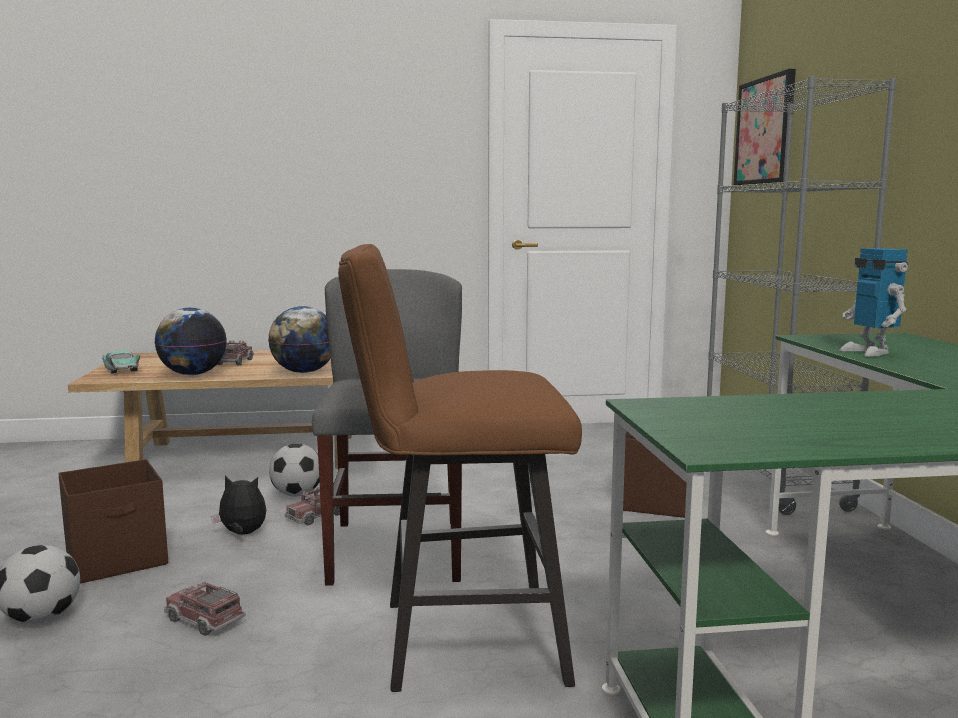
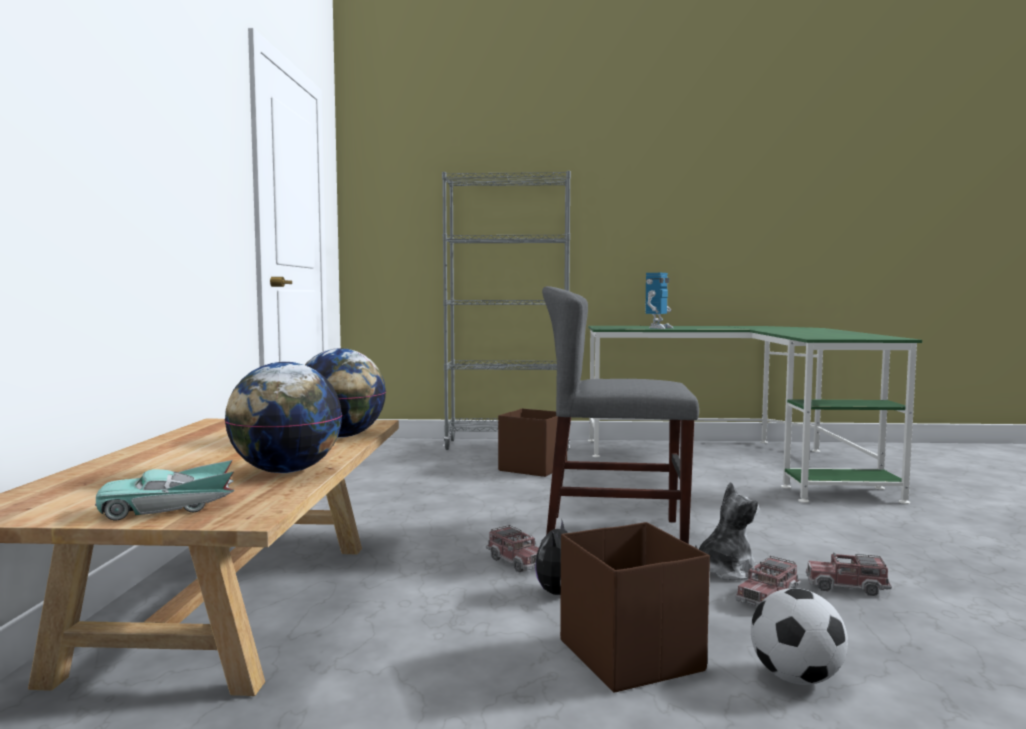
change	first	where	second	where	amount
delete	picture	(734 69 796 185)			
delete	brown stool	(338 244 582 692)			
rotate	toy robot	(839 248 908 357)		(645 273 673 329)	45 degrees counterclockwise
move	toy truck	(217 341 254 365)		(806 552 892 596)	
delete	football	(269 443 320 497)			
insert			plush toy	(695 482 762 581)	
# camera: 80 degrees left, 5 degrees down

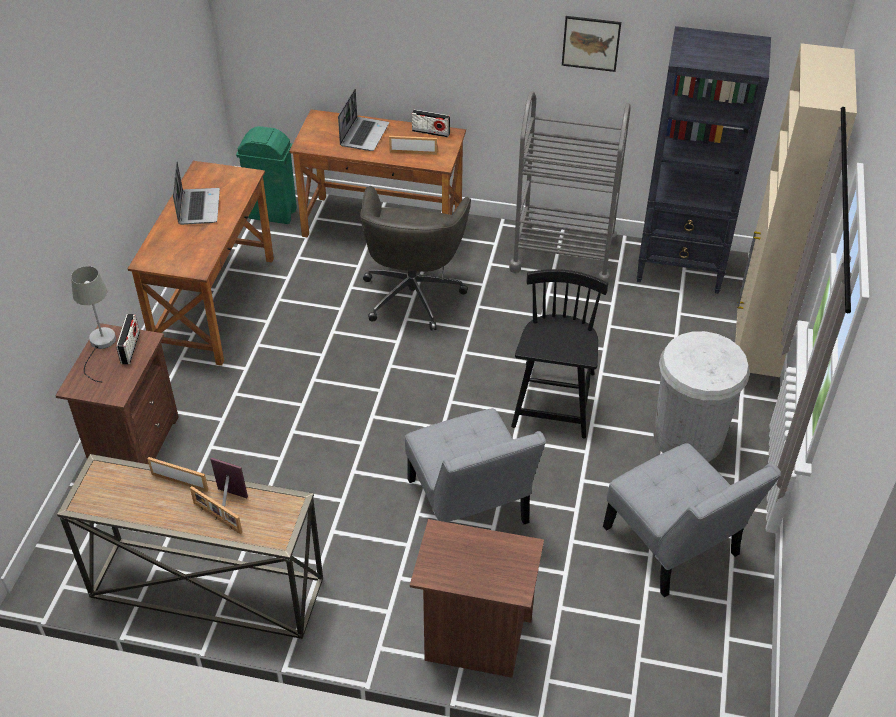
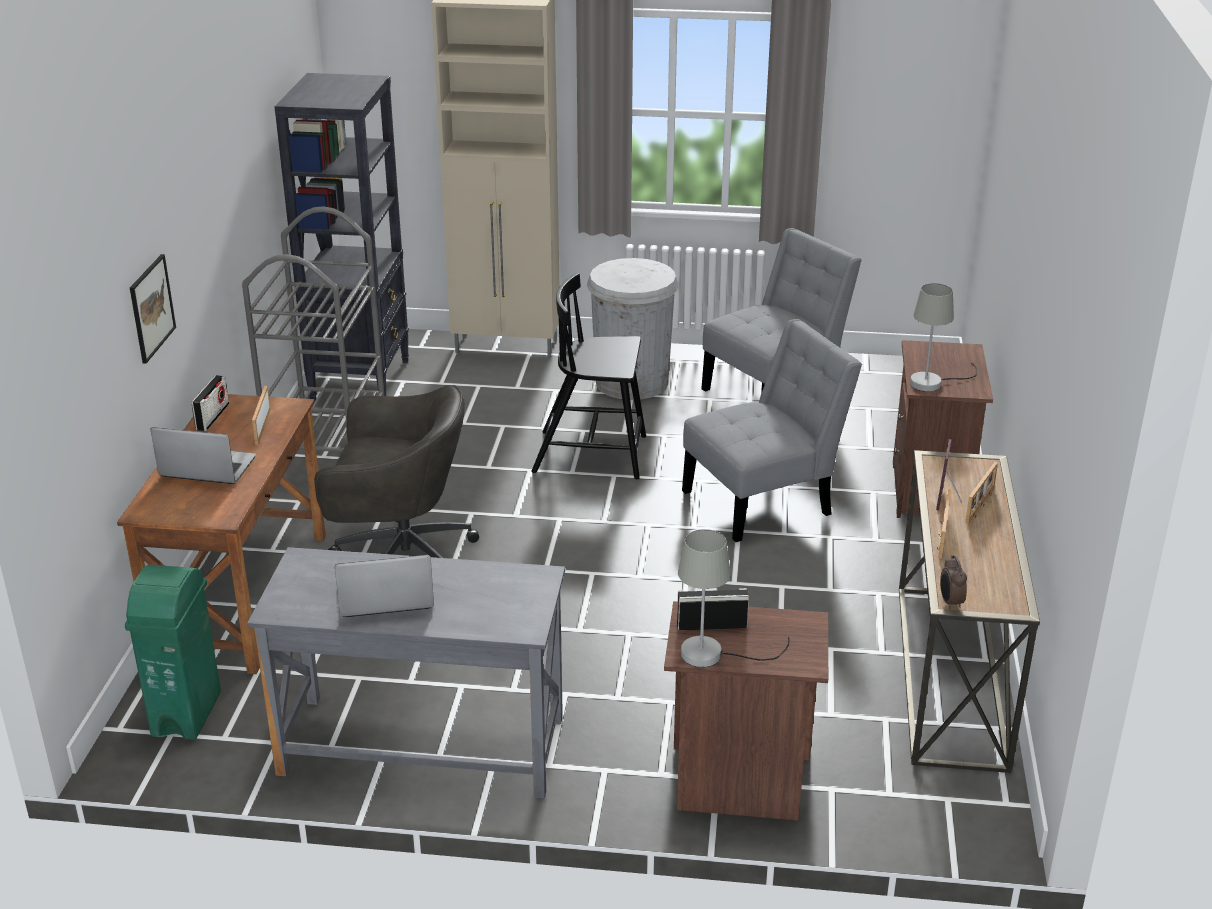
change	first	where	second	where	amount
move	picture	(562 16 621 72)		(130 254 176 364)	
recolor	brown desk	(128 161 274 366)	grey desk	(247 547 565 799)	
insert			grey table lamp	(910 283 977 392)	
insert			alarm clock	(940 555 967 610)	
# camera: 95 degrees left, 15 degrees down

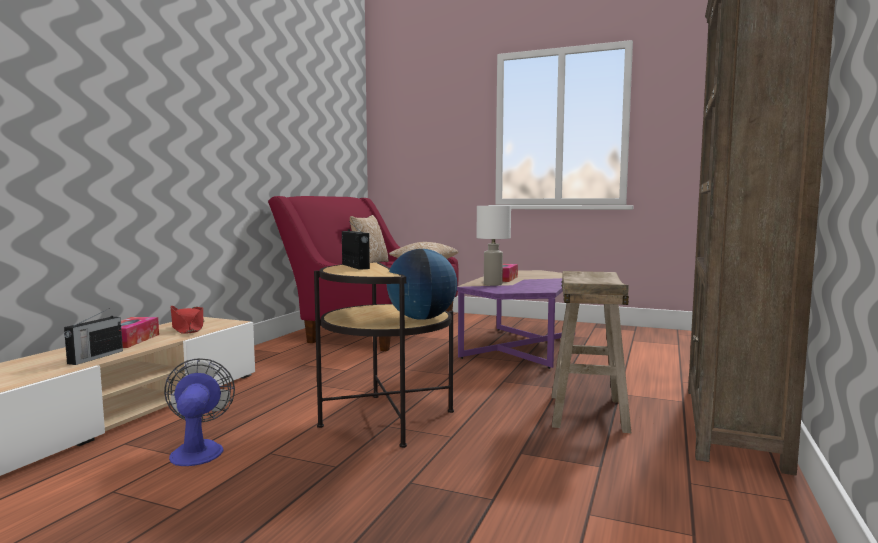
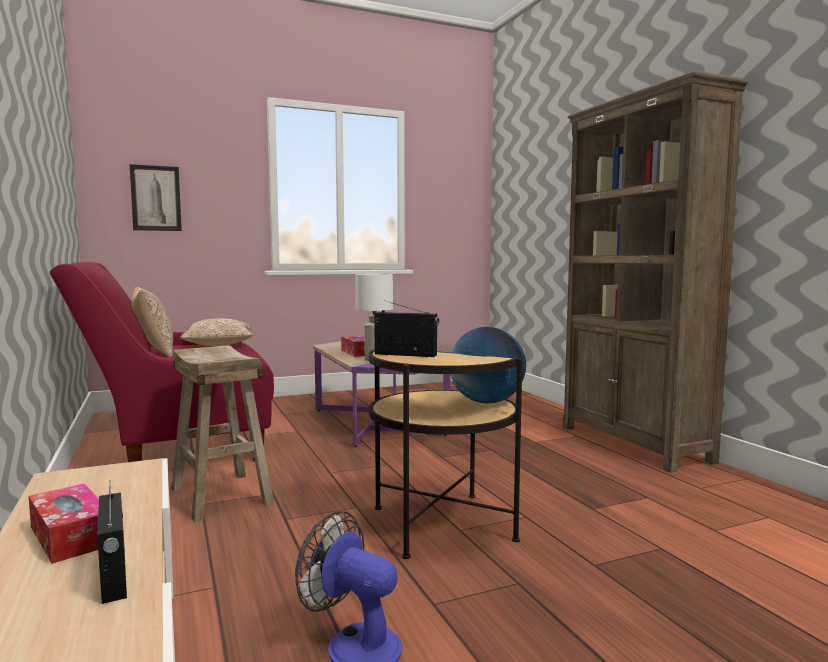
change	first	where	second	where	amount
move	beige stool	(552 271 631 433)		(171 345 274 522)	
delete	red hat	(170 306 204 334)			
insert			picture	(130 164 182 231)	
# camera: 45 degrees left, 0 degrees up

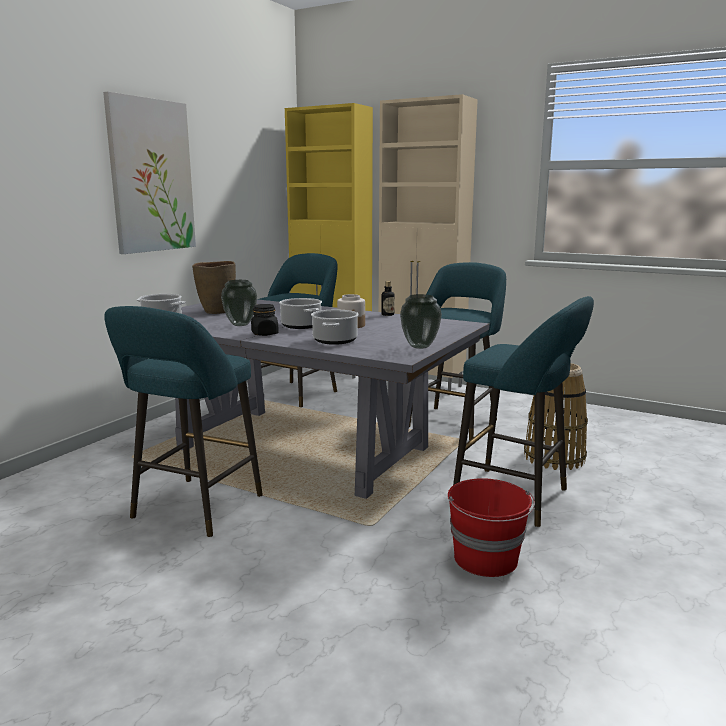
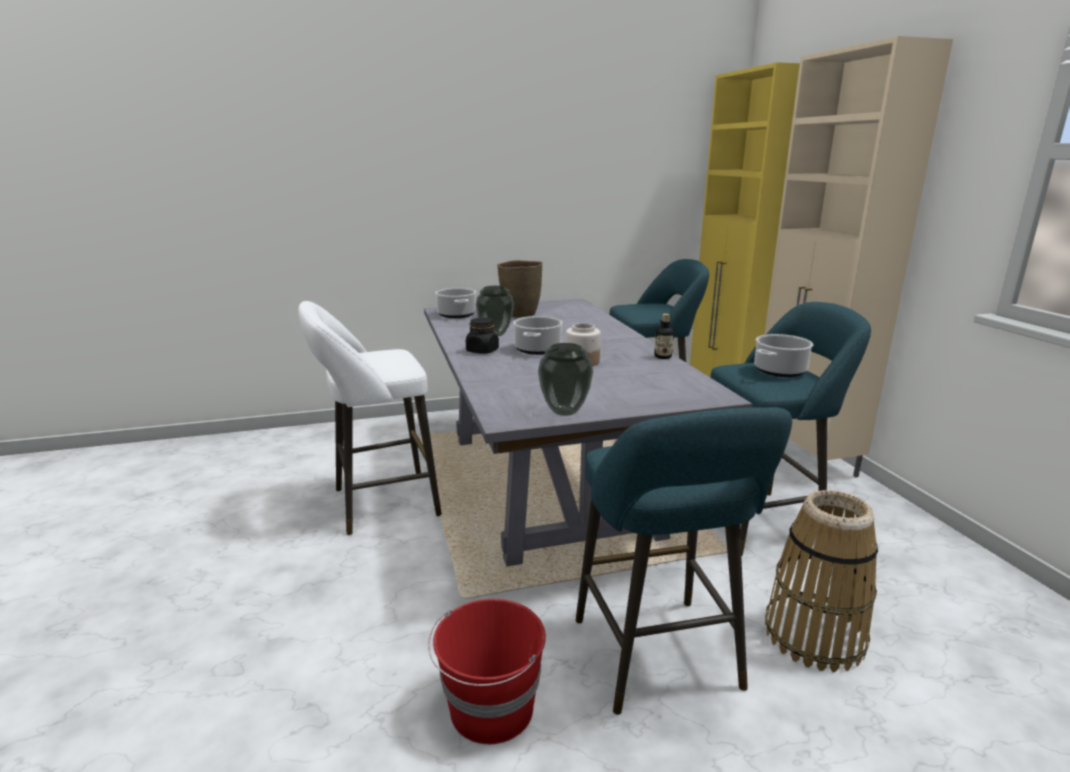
change	first	where	second	where	amount
delete	picture	(103 92 196 254)			
recolor	turquoise stool	(104 306 263 537)	white stool	(298 301 442 535)	
move	cooking pot	(311 310 359 345)		(754 334 813 377)	
# camera: 45 degrees right, 5 degrees up

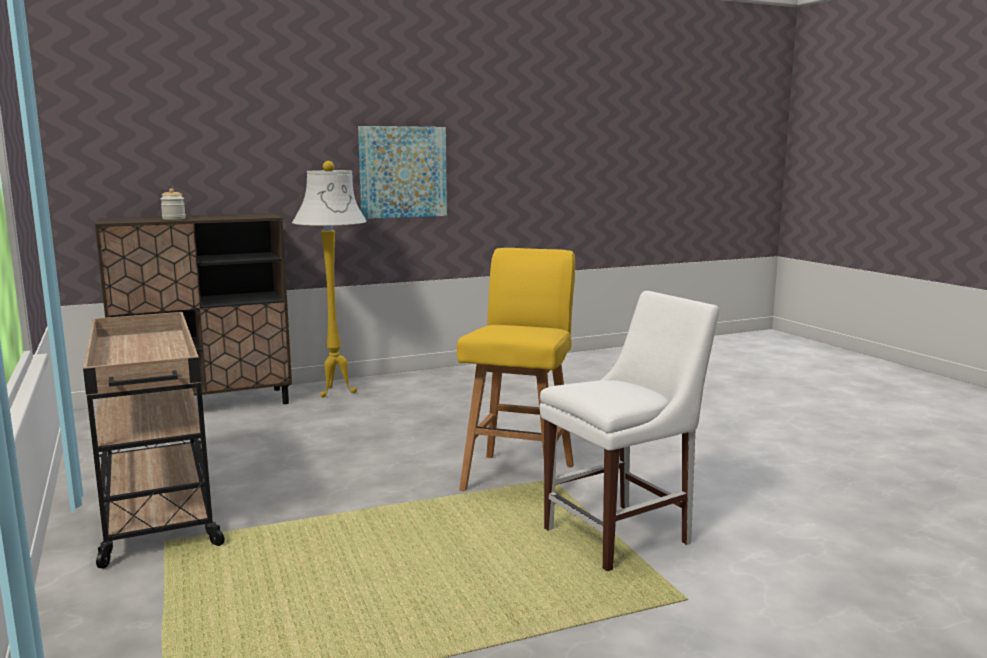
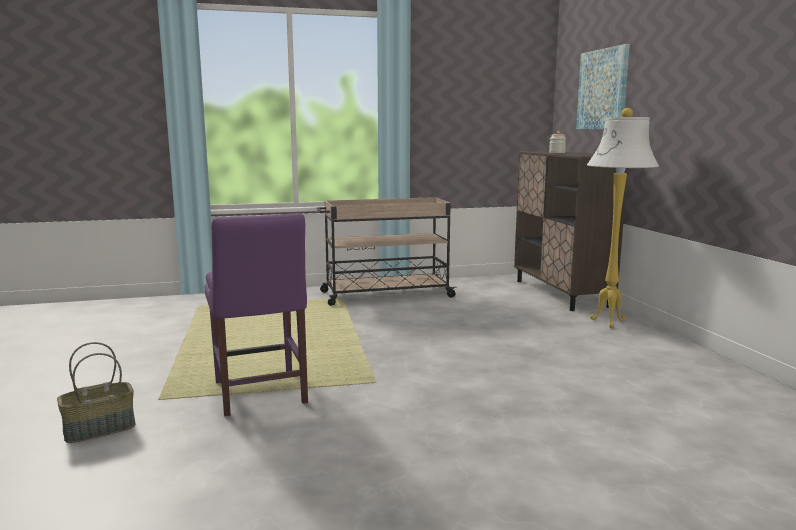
change	first	where	second	where	amount
move	picture	(358 126 447 219)		(576 44 630 129)	
delete	yellow stool	(457 248 575 491)			
recolor	white chair	(540 291 719 571)	purple chair	(205 213 308 416)	
insert			basket	(57 342 135 443)	
# camera: 100 degrees right, 0 degrees up

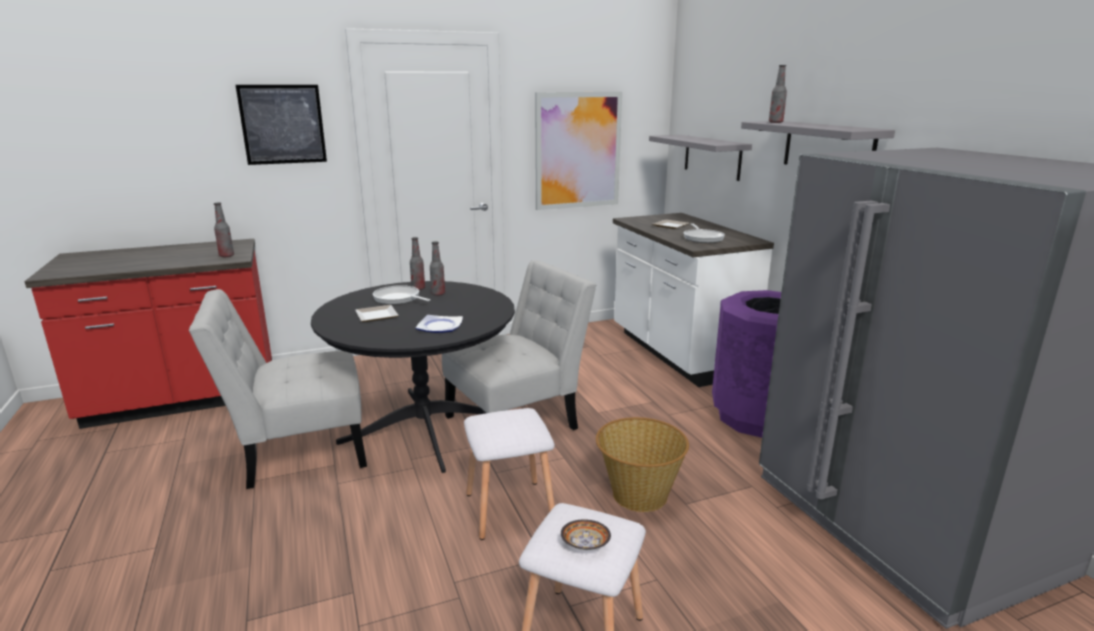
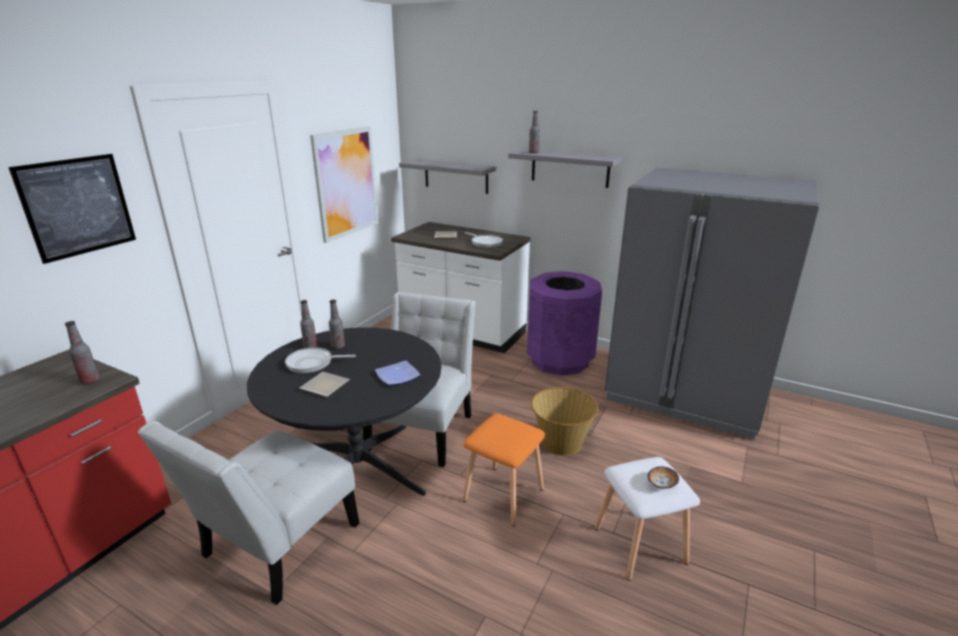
change	first	where	second	where	amount
recolor	white stool	(464 408 555 540)	orange stool	(462 414 545 526)	
# camera: 40 degrees left, 5 degrees up

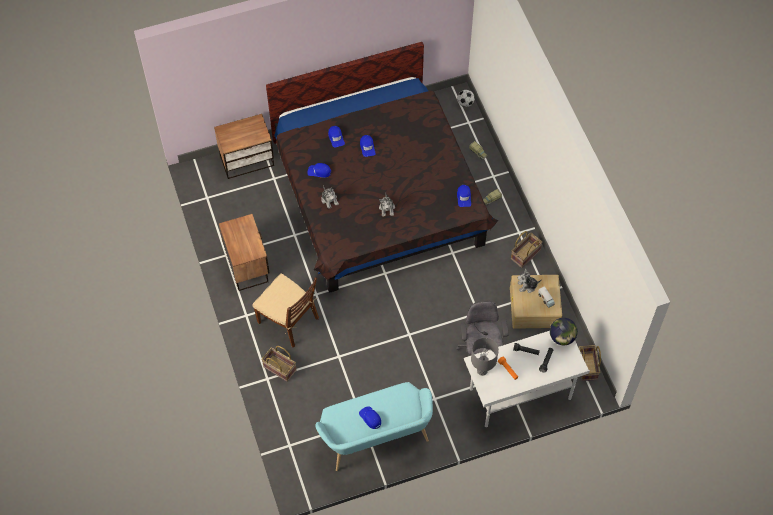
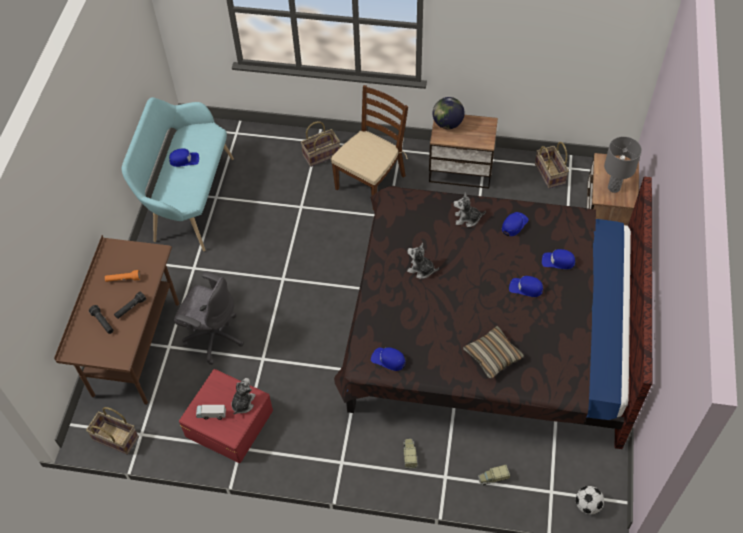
change	first	where	second	where	amount
move	basket	(511 231 543 268)		(535 142 569 189)	
rotate	brown chair	(252 273 319 347)		(331 85 408 210)	150 degrees clockwise
recolor	beige storage box	(510 275 562 329)	red storage box	(179 369 273 463)	
move	globe	(550 318 578 345)		(433 97 465 129)	
recolor	white desk	(464 331 590 428)	brown desk	(54 235 179 405)	
move	grey table lamp	(471 337 499 376)		(604 137 642 193)	
insert			pillow	(463 326 524 378)	
# camera: 120 degrees right, 5 degrees down

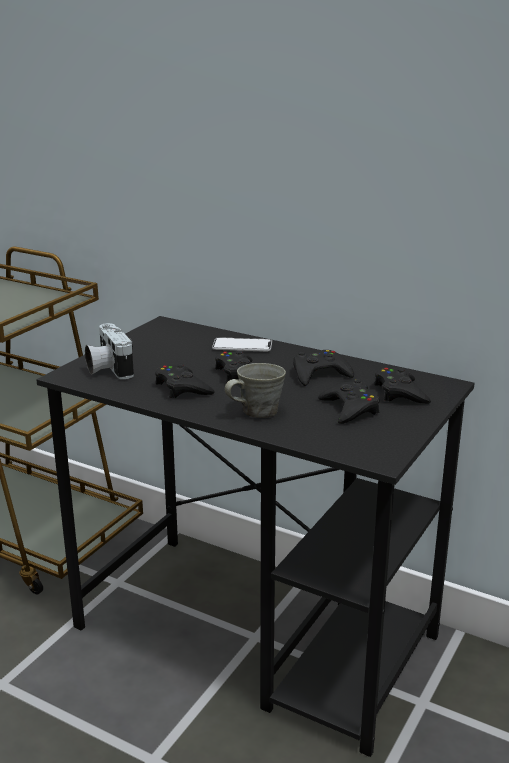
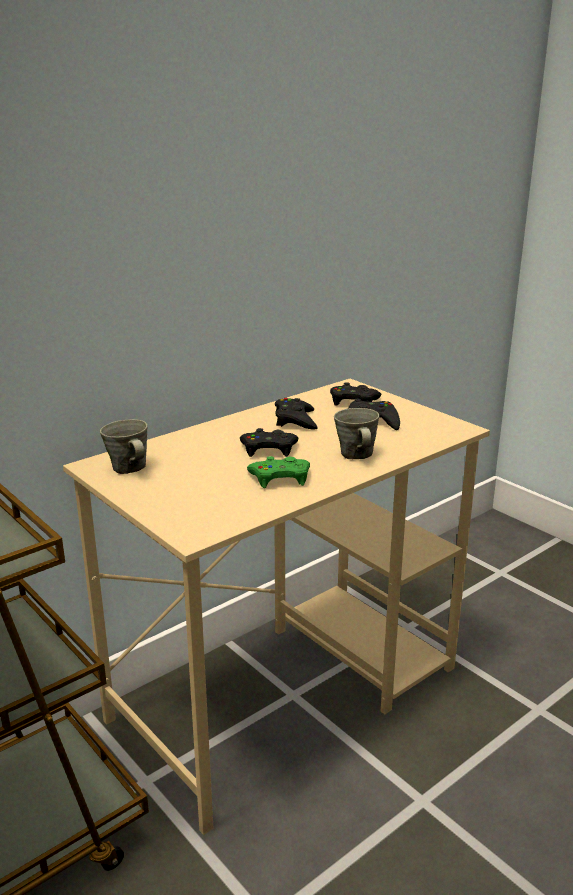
change	first	where	second	where	amount
recolor	black desk	(36 316 475 757)	beige desk	(63 379 490 835)	
delete	photo camera	(85 323 134 379)			
delete	phone	(212 337 272 352)			
recolor	black game controller	(155 364 215 398)	green game controller	(247 456 310 488)	
insert			grey mug	(100 419 148 474)	
# camera: 70 degrees left, 0 degrees up

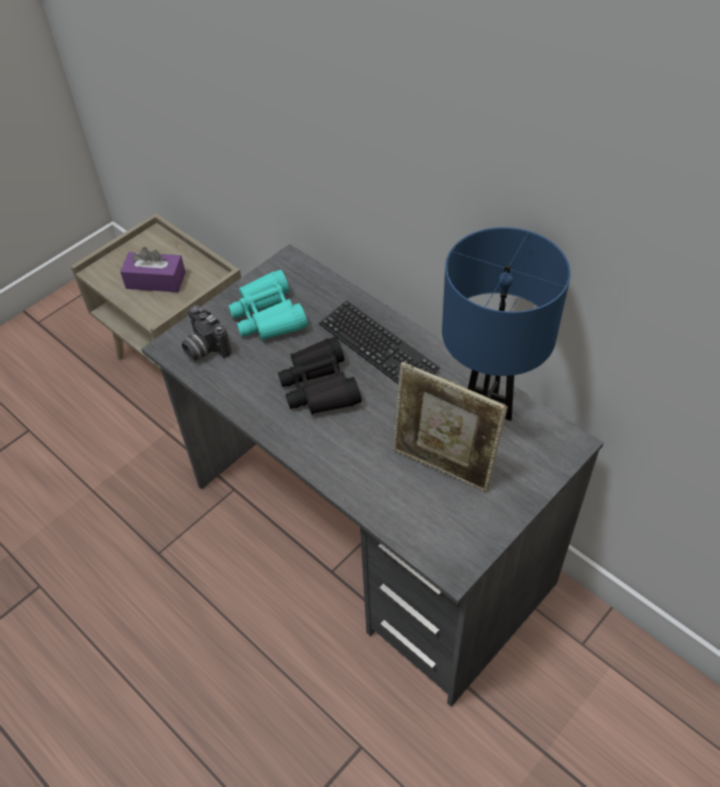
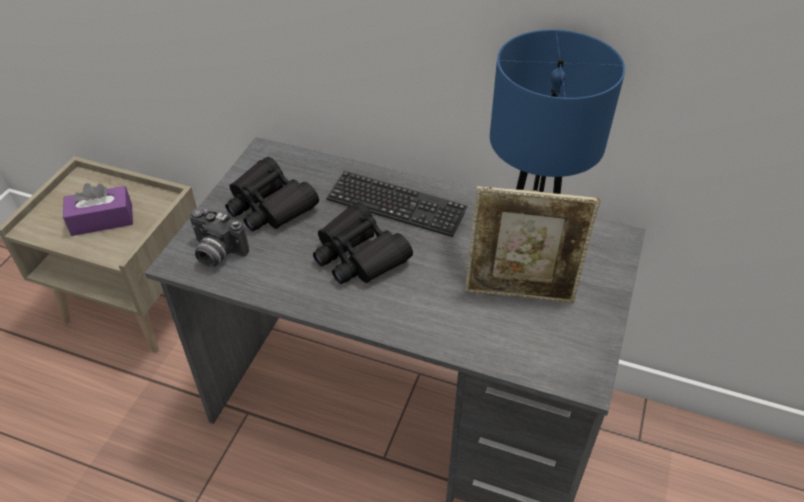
change	first	where	second	where	amount
recolor	turquoise binoculars	(228 270 308 340)	black binoculars	(225 157 319 231)	
# camera: 25 degrees left, 5 degrees down

